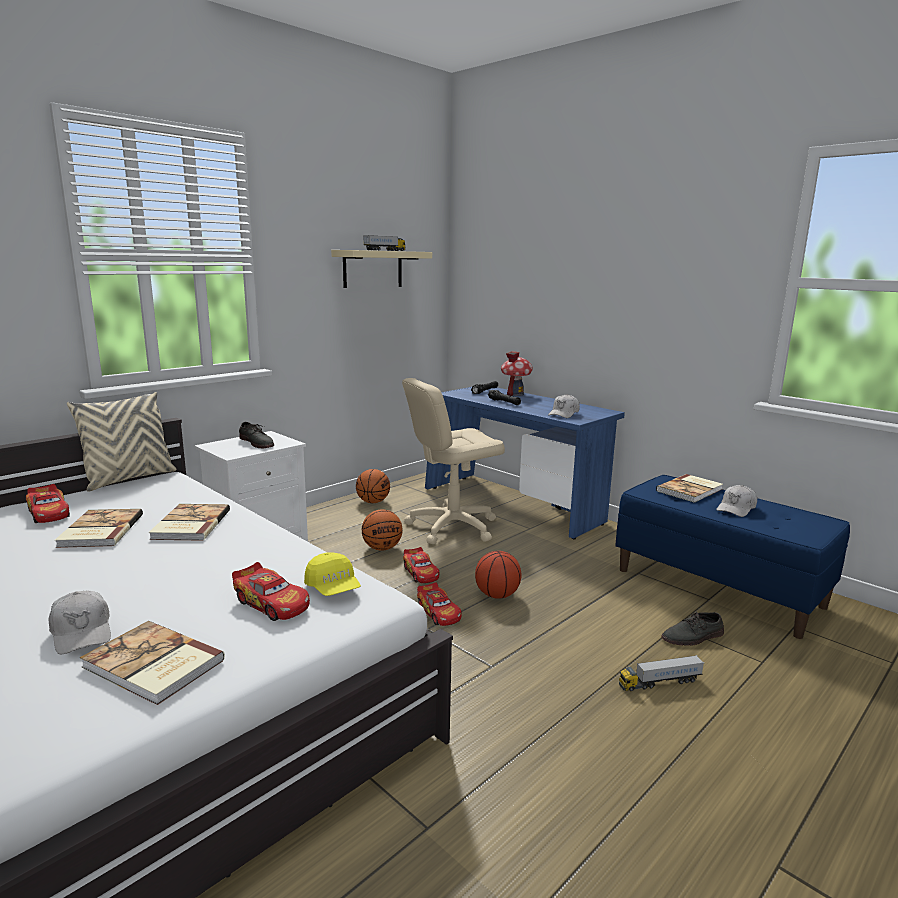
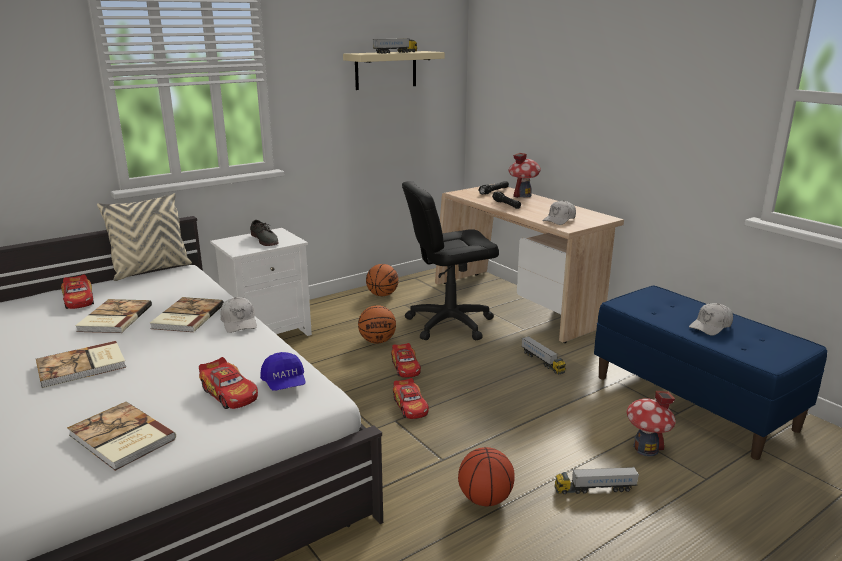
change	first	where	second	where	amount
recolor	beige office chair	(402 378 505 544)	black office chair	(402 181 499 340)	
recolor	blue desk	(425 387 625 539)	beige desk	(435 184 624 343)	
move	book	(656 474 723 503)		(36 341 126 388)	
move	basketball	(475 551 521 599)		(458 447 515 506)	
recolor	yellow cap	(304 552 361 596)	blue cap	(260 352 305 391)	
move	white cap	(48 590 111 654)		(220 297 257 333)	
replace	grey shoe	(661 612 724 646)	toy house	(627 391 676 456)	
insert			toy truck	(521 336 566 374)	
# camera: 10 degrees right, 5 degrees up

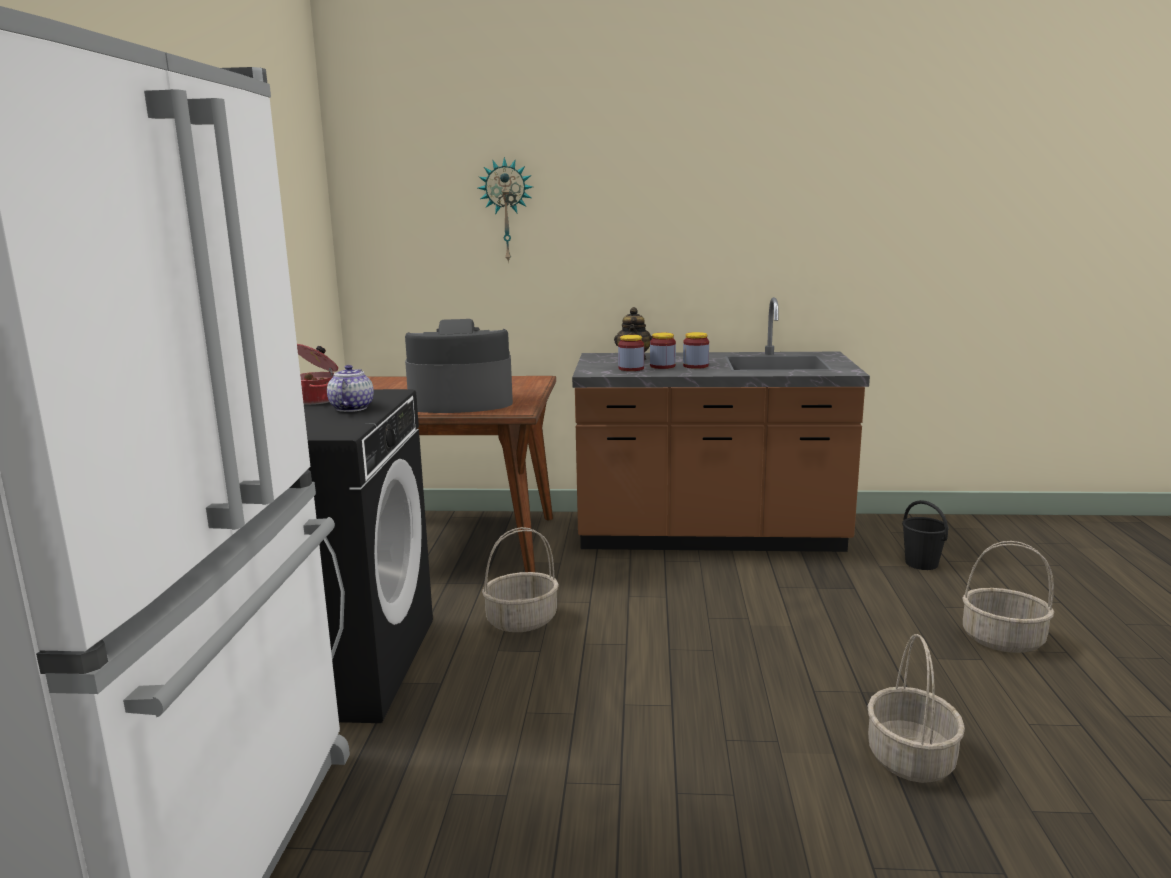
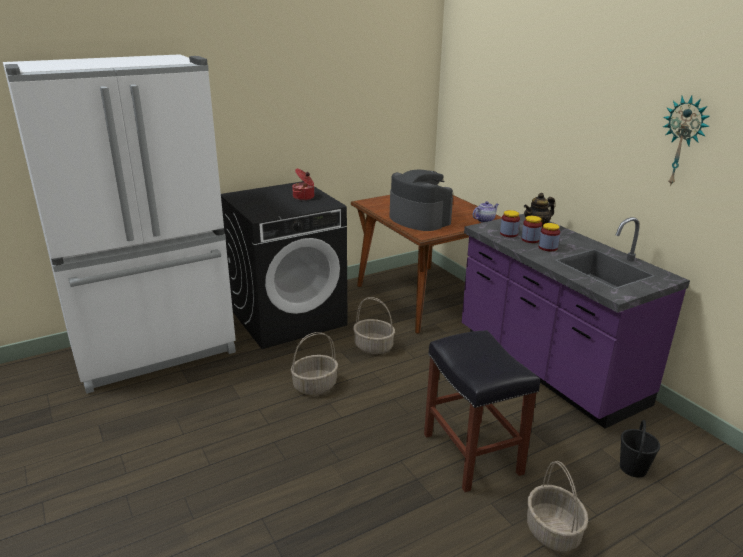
change	first	where	second	where	amount
move	wall clock	(478 157 533 263)		(663 96 710 187)	
recolor	brown counter	(572 297 870 552)	purple counter	(462 214 690 429)	
move	teapot	(327 365 374 412)		(473 201 499 223)	
move	basket	(868 634 965 783)		(291 332 338 395)	
insert			black stool	(424 330 540 492)	
# camera: 55 degrees right, 10 degrees up

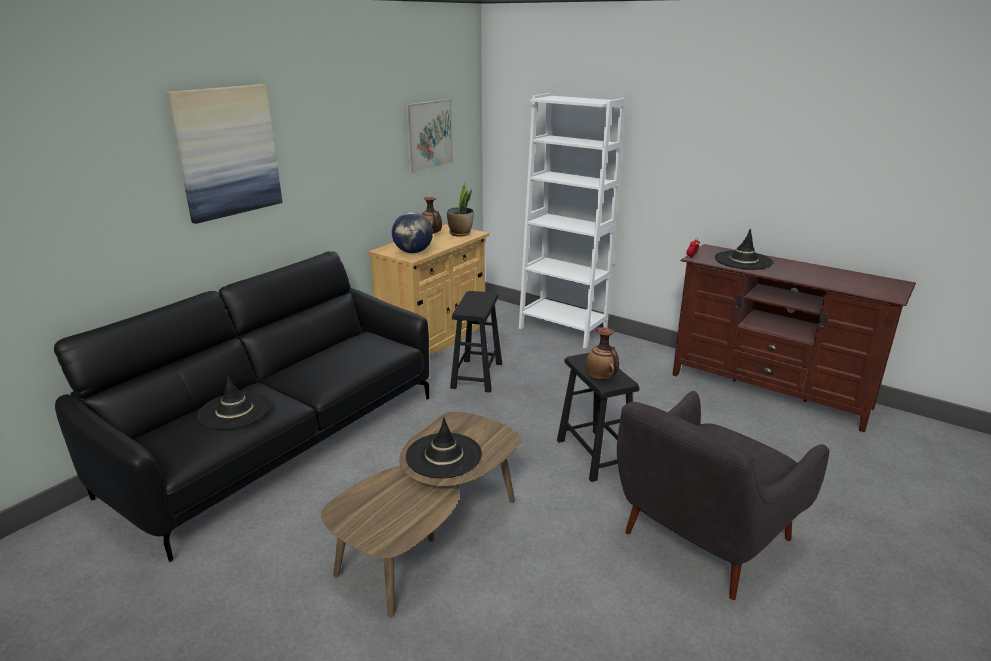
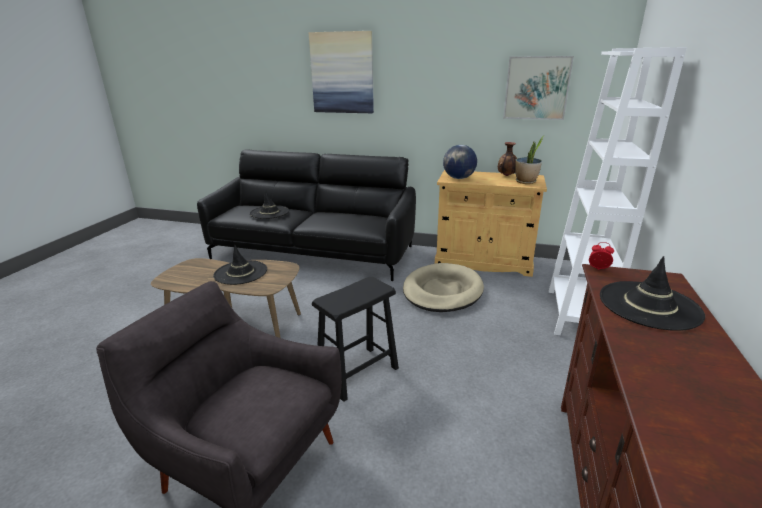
change	first	where	second	where	amount
replace	black stool	(450 291 502 393)	beige dog bed	(403 263 484 312)	
delete	vase	(586 328 619 380)			
# camera: 70 degrees right, 0 degrees up

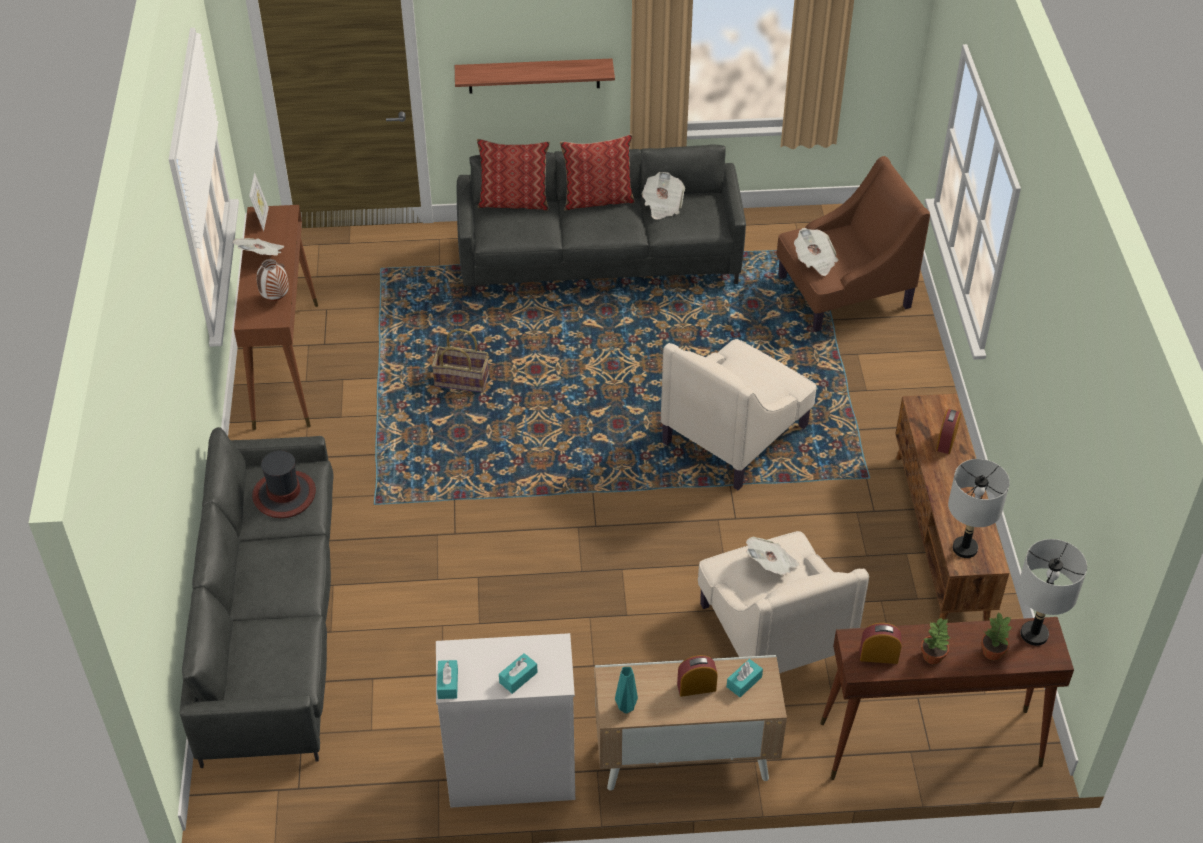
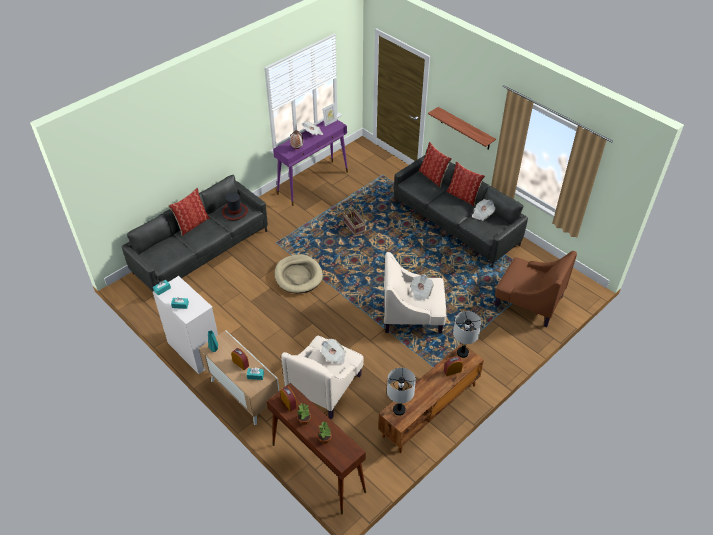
change	first	where	second	where	amount
recolor	brown console table	(234 205 318 430)	purple console table	(273 120 348 206)	
move	newspaper	(794 228 838 276)		(410 274 434 301)	
move	grey table lamp	(1018 539 1087 646)		(453 311 482 358)	
insert			pillow	(168 187 210 236)	
insert			beige dog bed	(274 255 323 293)	
# camera: 50 degrees right, 0 degrees up

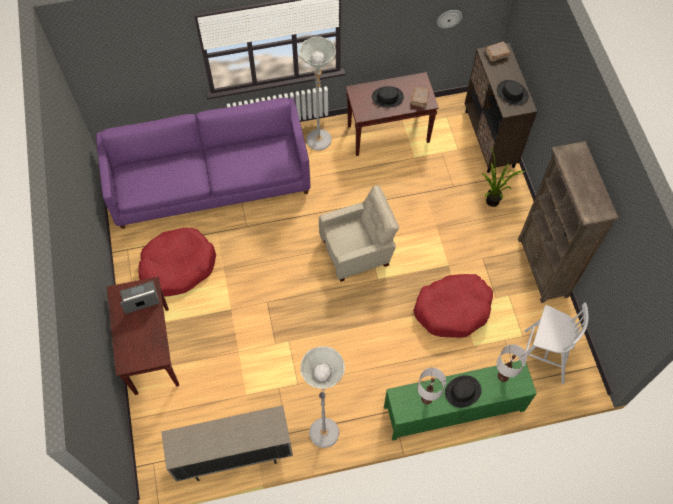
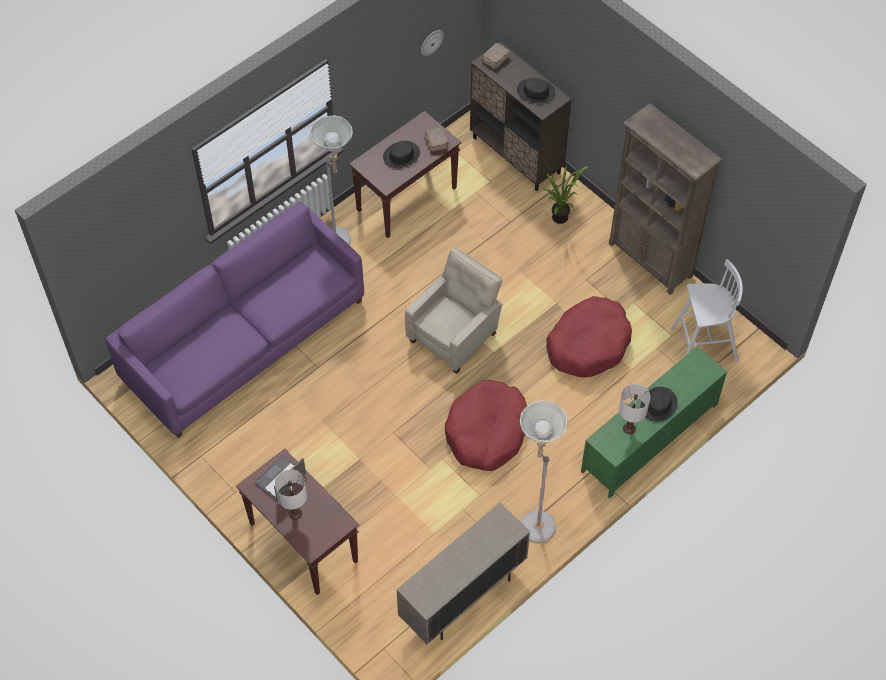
change	first	where	second	where	amount
move	red dog bed	(139 228 216 297)		(445 380 527 471)	
move	white table lamp	(497 344 527 382)		(275 470 307 520)	
# camera: 30 degrees left, 5 degrees down

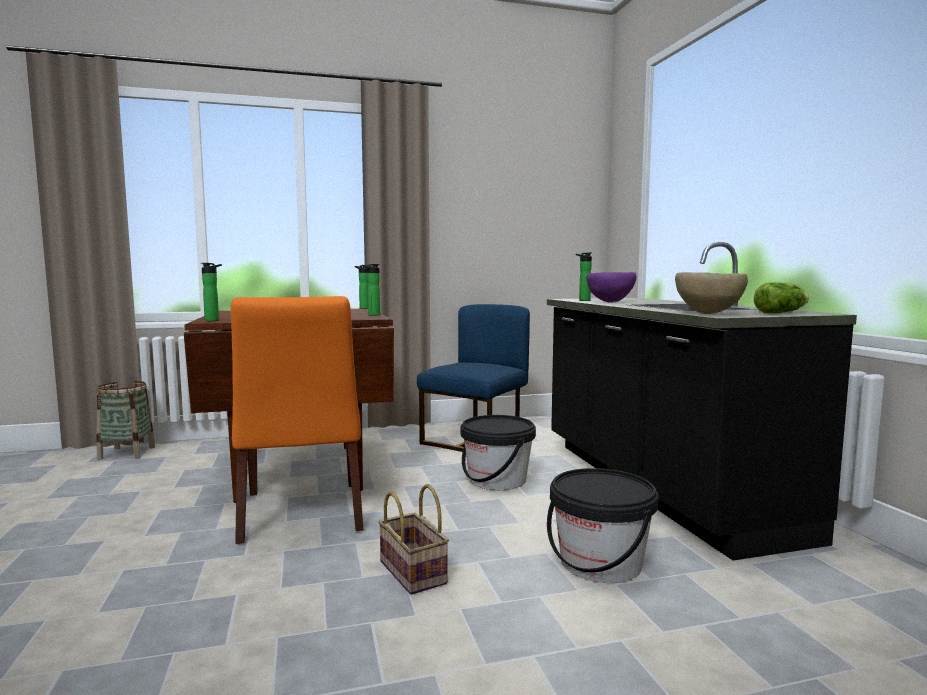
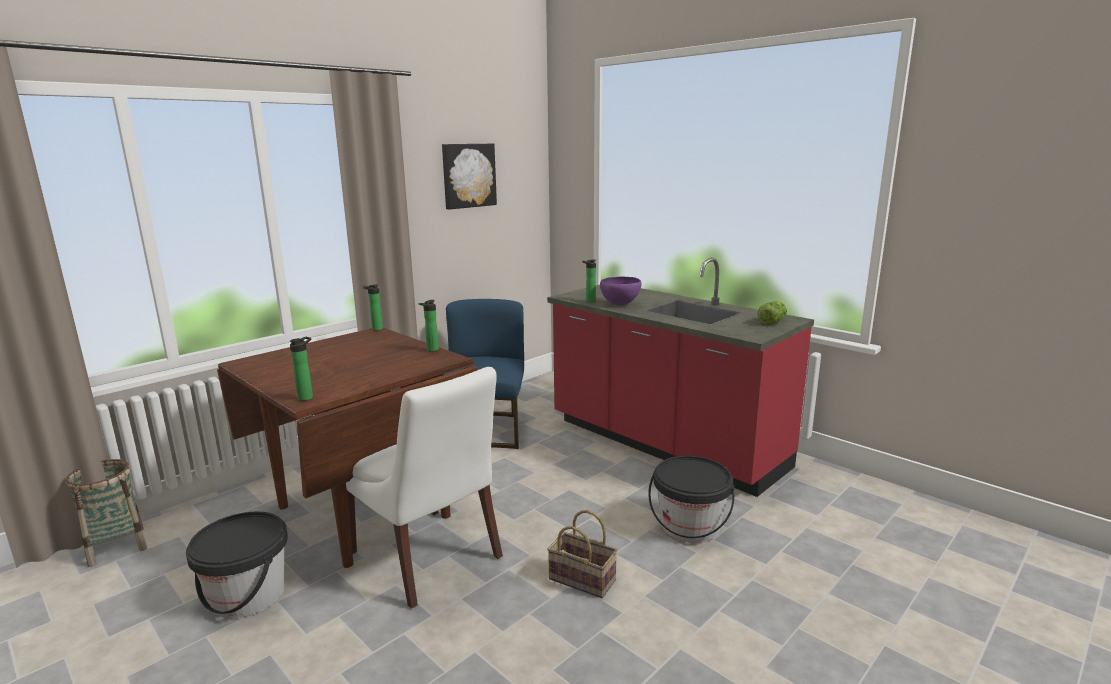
change	first	where	second	where	amount
recolor	black counter	(547 242 857 561)	red counter	(547 258 814 497)	
delete	brown bowl	(675 272 748 314)			
recolor	orange chair	(231 296 363 544)	white chair	(346 367 503 609)	
move	black bucket	(461 415 536 490)		(186 511 288 619)	
insert			picture	(442 144 497 210)	
# camera: 30 degrees left, 10 degrees up

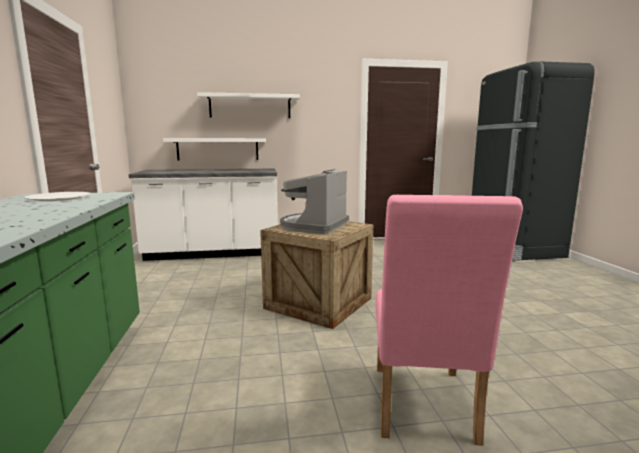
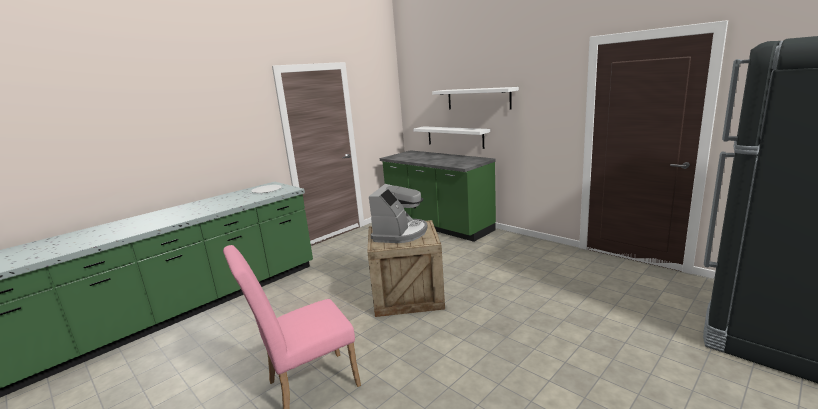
change	first	where	second	where	amount
recolor	white counter	(129 169 278 261)	green counter	(380 150 496 242)	
rotate	coffee machine	(280 169 349 234)		(369 184 427 243)	120 degrees clockwise
# camera: 55 degrees right, 5 degrees up

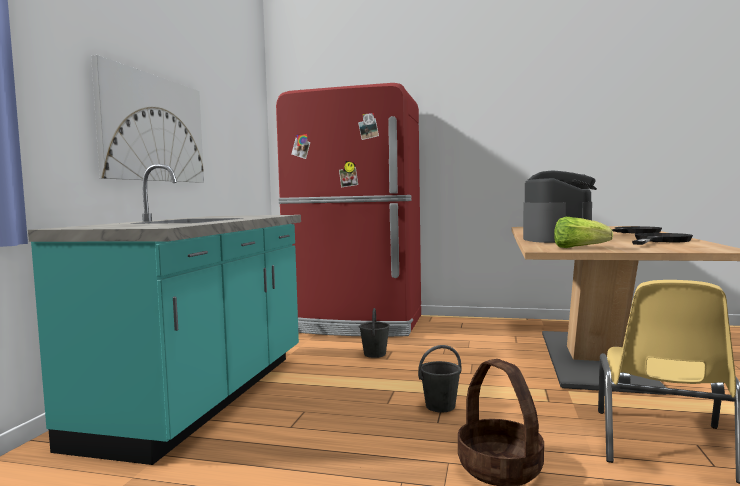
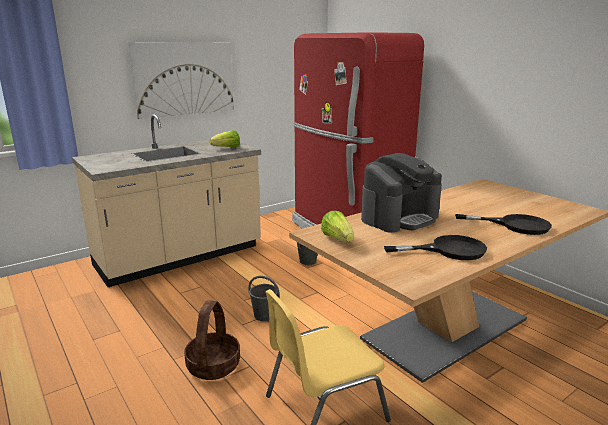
change	first	where	second	where	amount
recolor	turquoise counter	(28 164 301 465)	beige counter	(72 114 261 287)	
insert			lettuce	(210 130 240 148)	
# camera: 40 degrees right, 15 degrees up

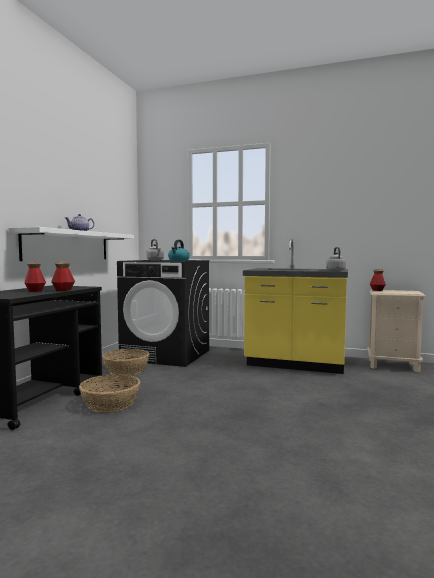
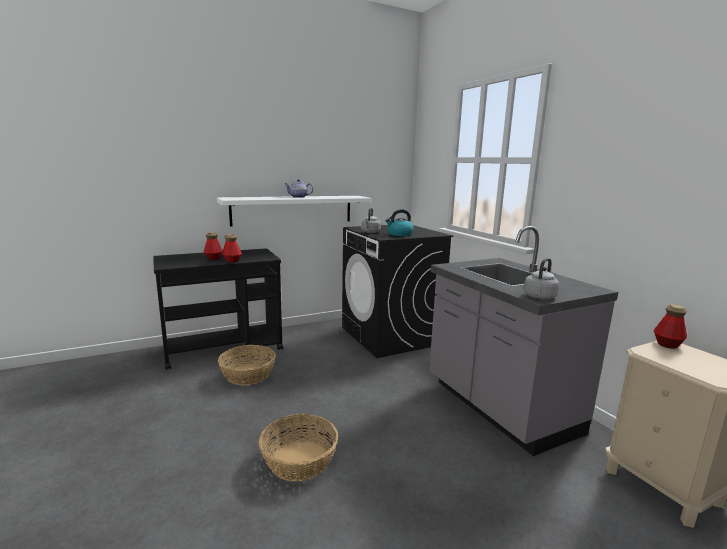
change	first	where	second	where	amount
recolor	yellow counter	(243 239 348 374)	grey counter	(429 226 618 456)	
move	basket	(102 349 149 375)		(259 414 338 482)	
# camera: 45 degrees right, 10 degrees up

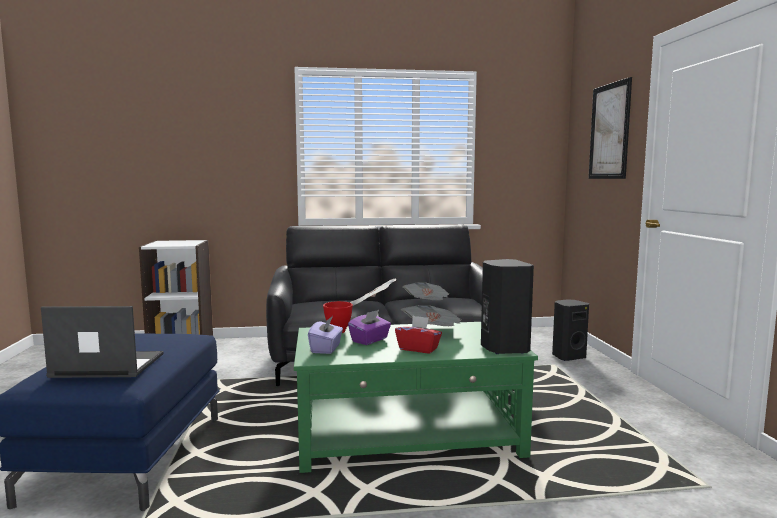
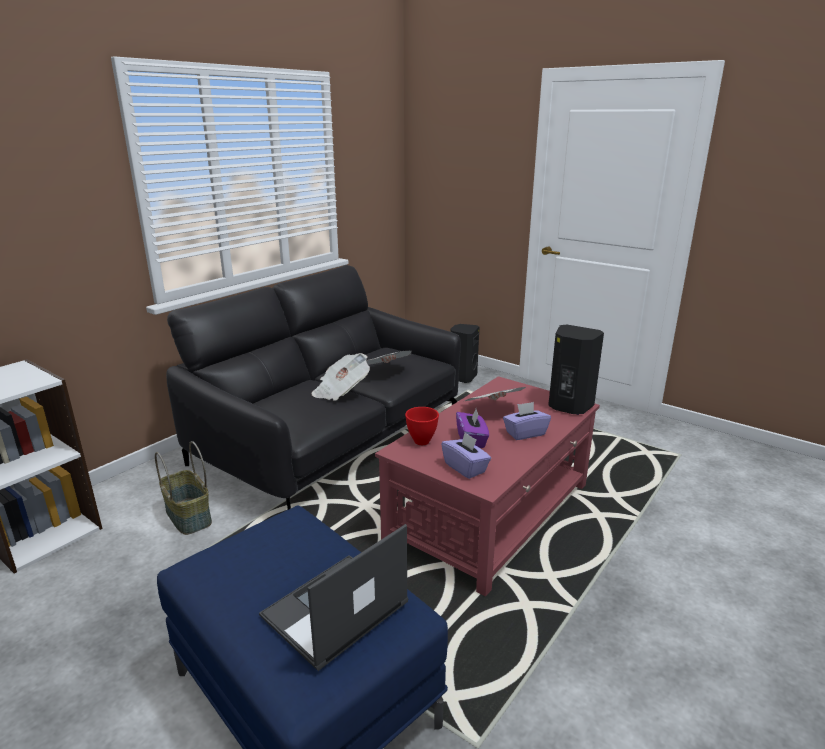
change	first	where	second	where	amount
delete	picture	(588 77 632 179)			
recolor	red tissue box	(395 316 442 353)	purple tissue box	(503 402 551 440)	
recolor	green coffee table	(294 322 538 473)	red coffee table	(375 376 600 596)	
insert			basket	(155 441 212 535)	
# camera: 45 degrees left, 15 degrees up

